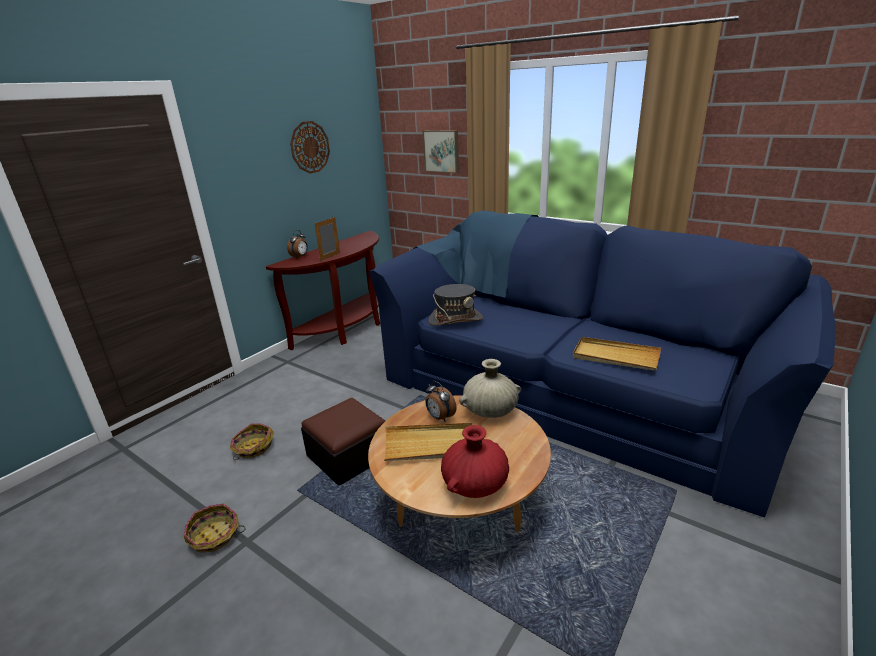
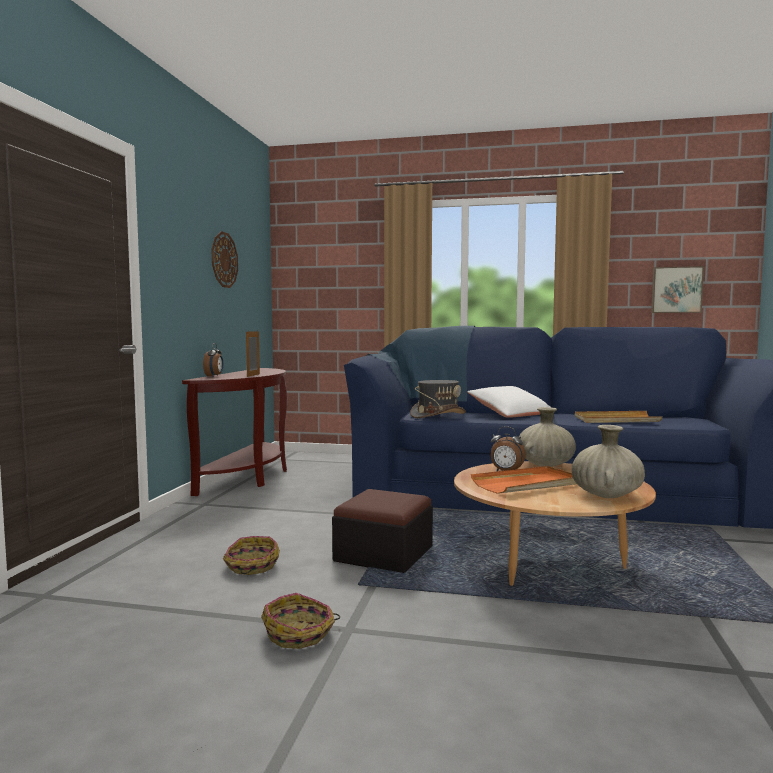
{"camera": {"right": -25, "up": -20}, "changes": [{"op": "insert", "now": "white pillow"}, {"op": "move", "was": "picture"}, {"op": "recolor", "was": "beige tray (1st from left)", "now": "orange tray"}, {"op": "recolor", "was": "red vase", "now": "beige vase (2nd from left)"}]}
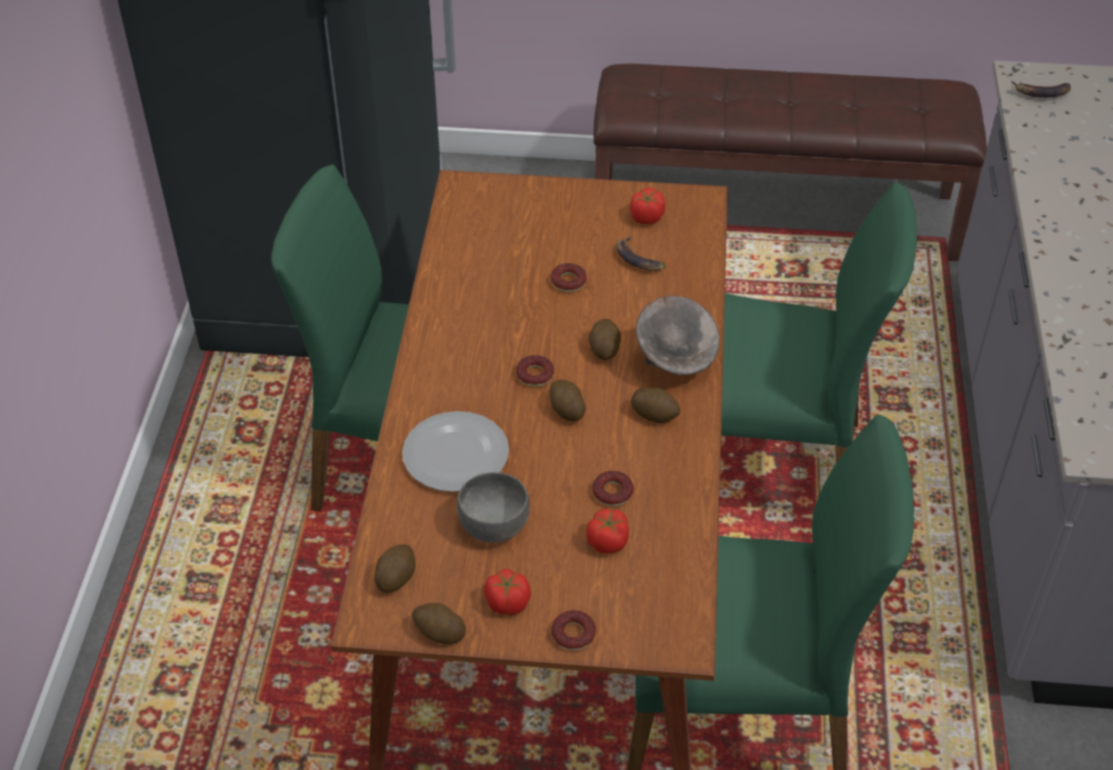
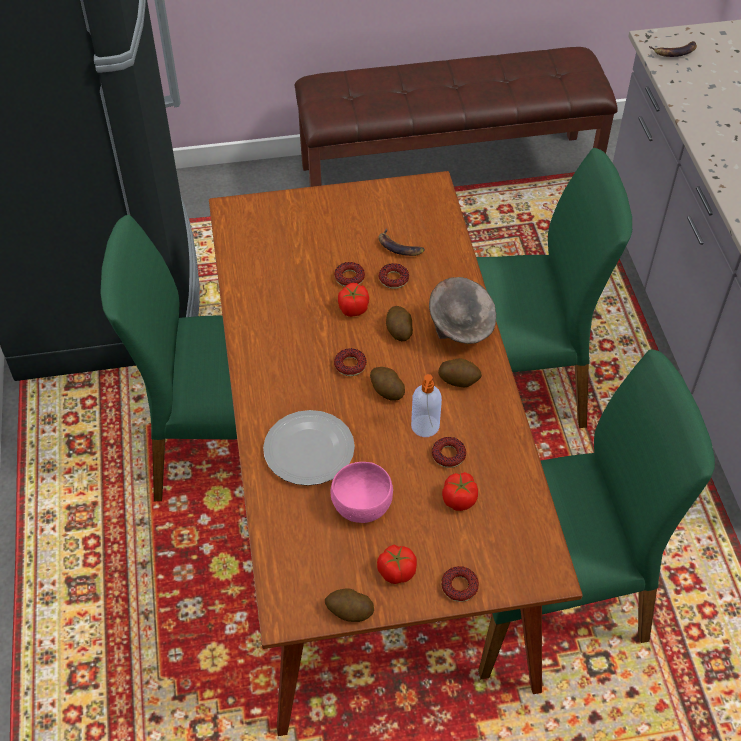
{"camera": {"right": -15, "up": 5}, "changes": [{"op": "delete", "was": "potato (1st from left)"}, {"op": "insert", "now": "donut (3rd from left)"}, {"op": "insert", "now": "soap dispenser"}, {"op": "move", "was": "tomato (3rd from left in the first image)", "now": "tomato (1st from left)"}, {"op": "recolor", "was": "grey bowl (1st from left)", "now": "pink bowl"}]}
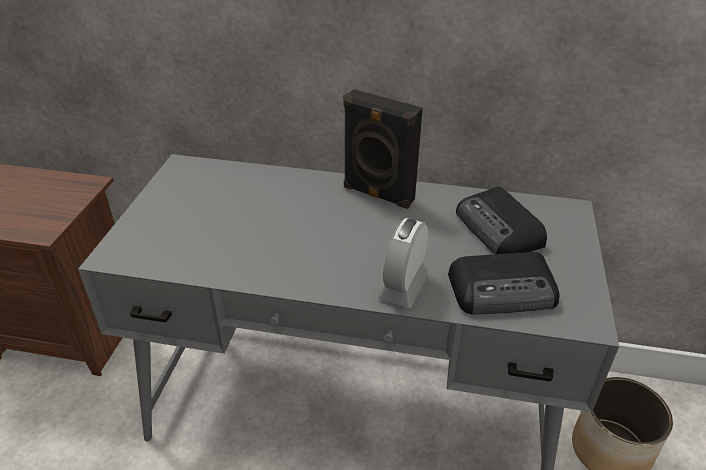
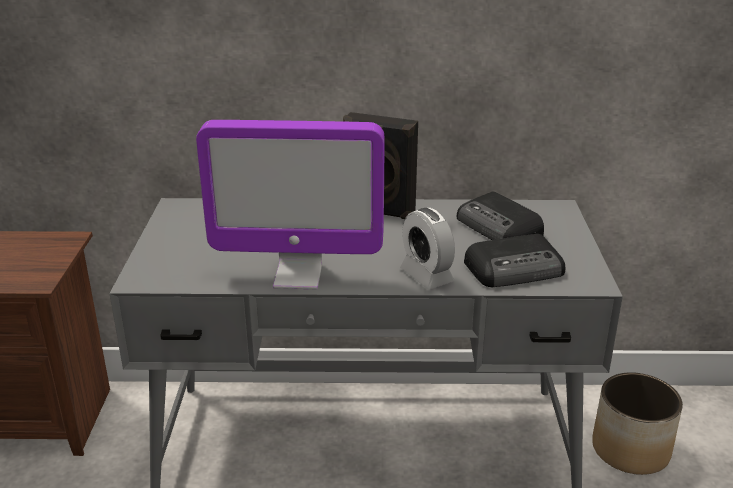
{"camera": {"right": -10, "up": -10}, "changes": [{"op": "insert", "now": "monitor"}, {"op": "rotate", "was": "alarm clock", "clockwise": -45}]}
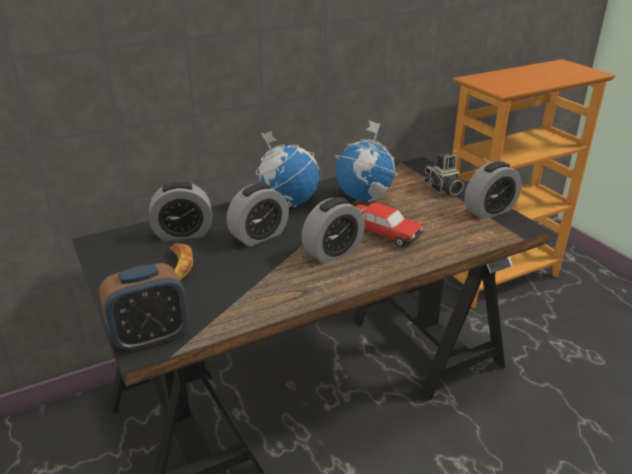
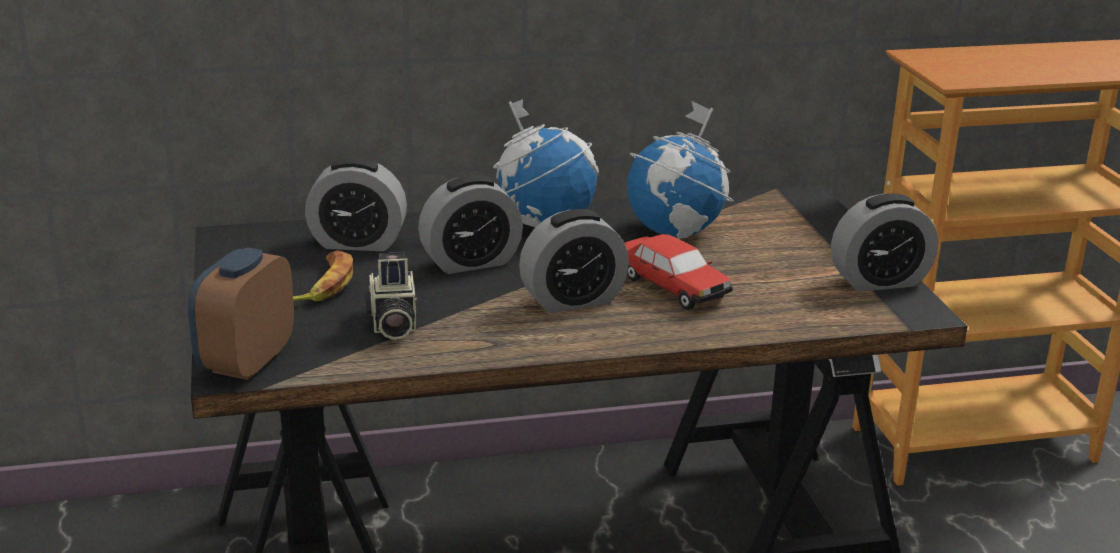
{"camera": {"right": 15, "up": -5}, "changes": [{"op": "move", "was": "photo camera"}, {"op": "rotate", "was": "alarm clock (1st from left)", "clockwise": 120}]}
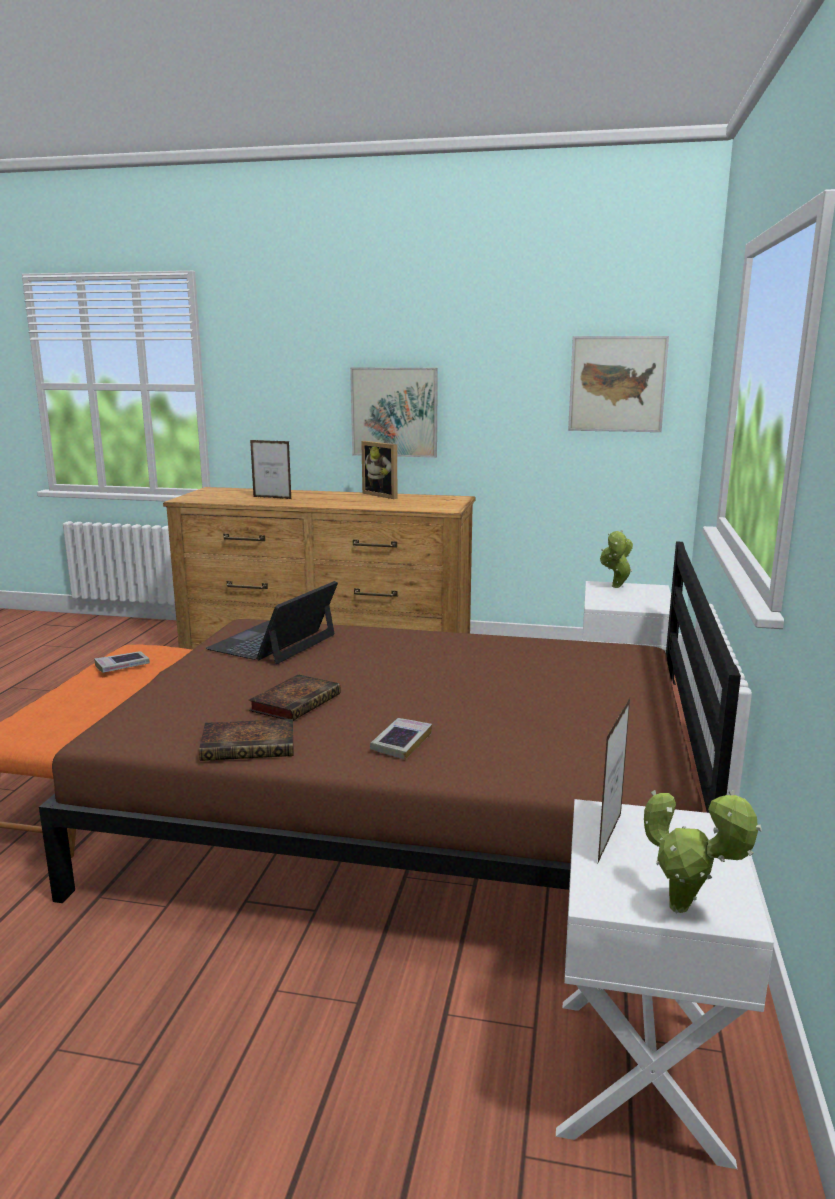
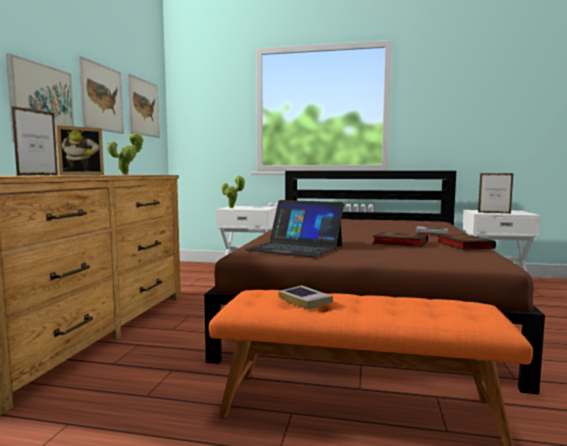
{"camera": {"right": -90, "up": -10}, "changes": [{"op": "insert", "now": "picture (2nd from left)"}, {"op": "move", "was": "potted plant (2nd from left in the first image)", "now": "potted plant (1st from left)"}]}
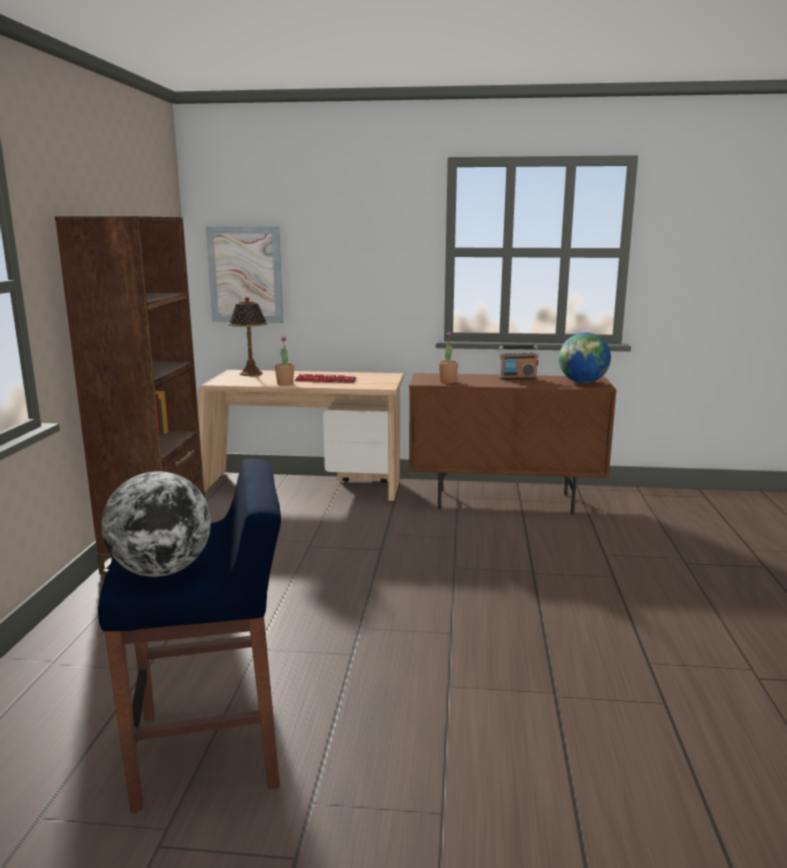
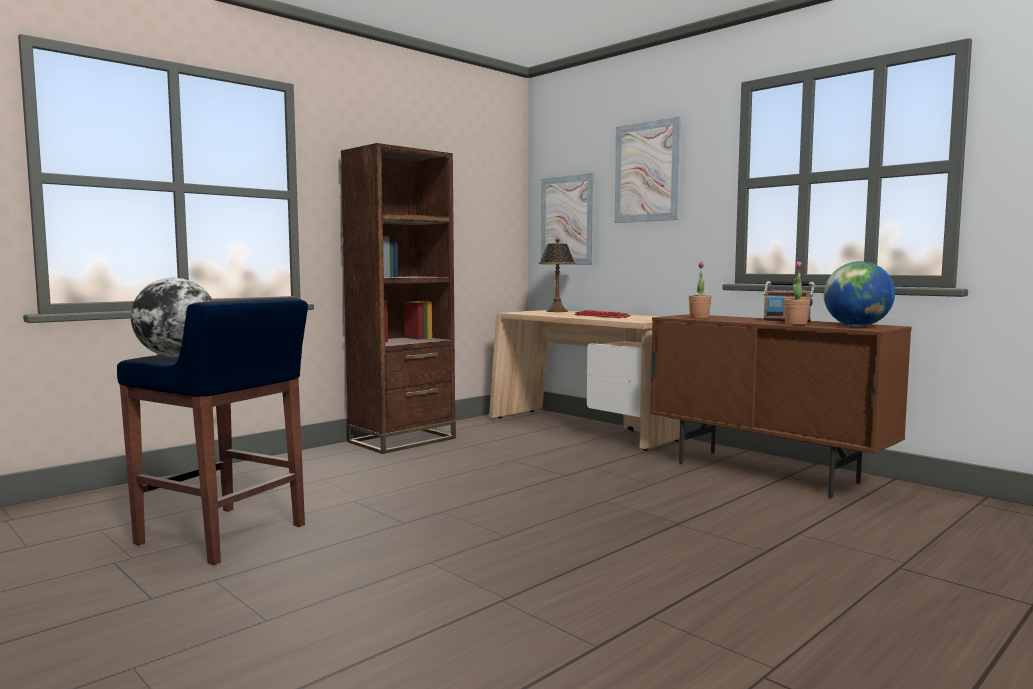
{"camera": {"right": 40, "up": -10}, "changes": [{"op": "insert", "now": "picture (2nd from left)"}, {"op": "move", "was": "potted plant (1st from left in the first image)", "now": "potted plant (2nd from left)"}]}
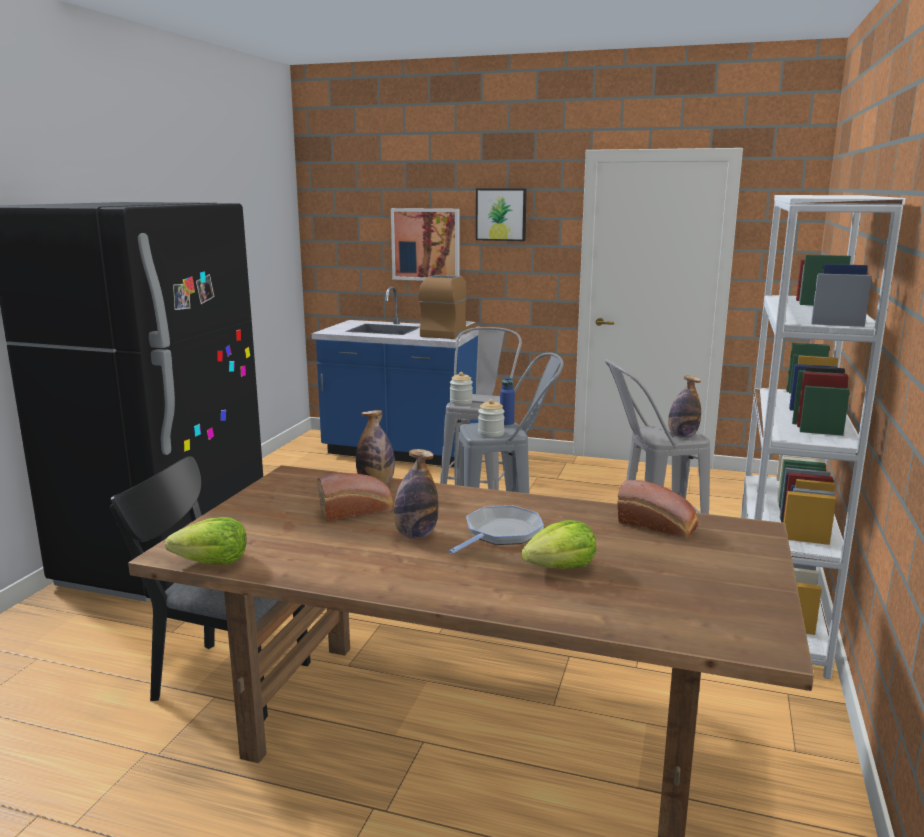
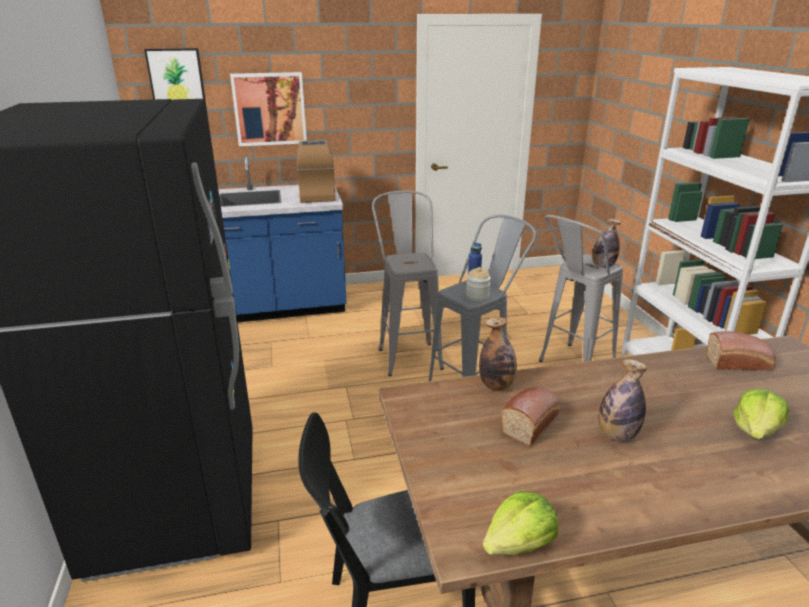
{"camera": {"right": -30, "up": 10}, "changes": [{"op": "delete", "was": "frying pan"}, {"op": "delete", "was": "jar (1st from left)"}, {"op": "move", "was": "picture (2nd from left in the first image)", "now": "picture (1st from left)"}]}
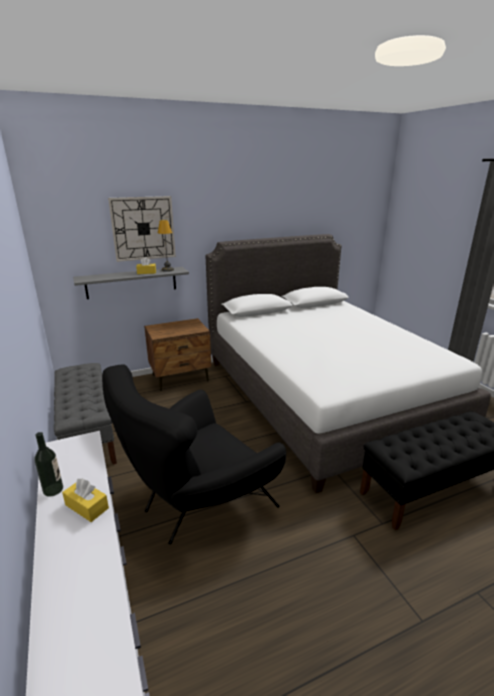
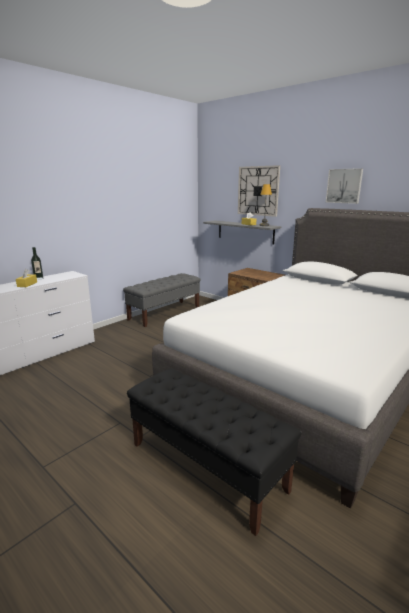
{"camera": {"right": 65, "up": -5}, "changes": [{"op": "delete", "was": "black armchair"}, {"op": "insert", "now": "picture"}]}
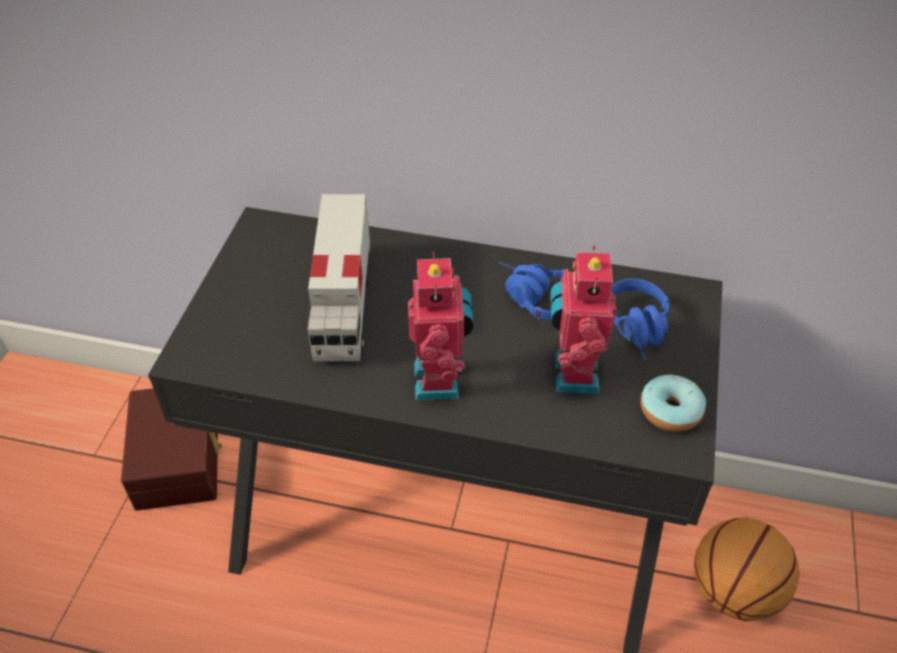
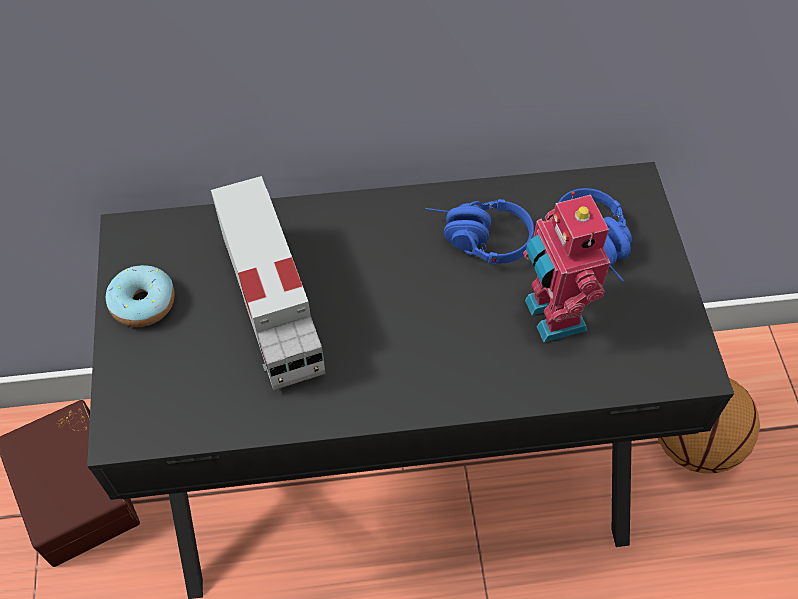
{"camera": {"right": -20, "up": 10}, "changes": [{"op": "delete", "was": "toy robot (1st from left)"}, {"op": "move", "was": "donut"}]}
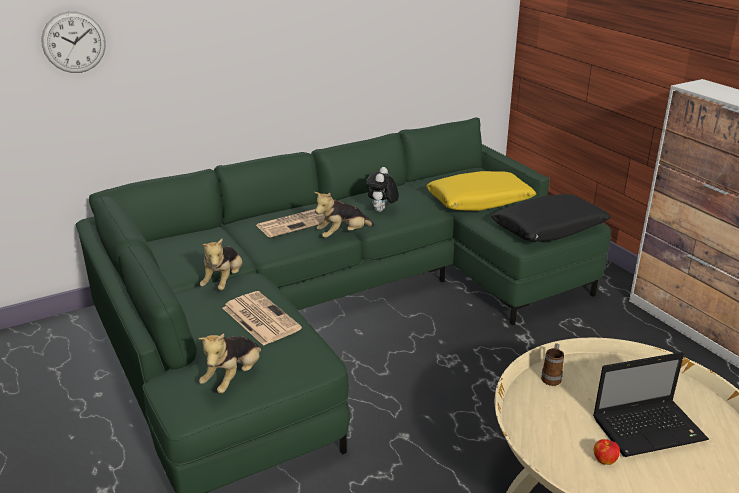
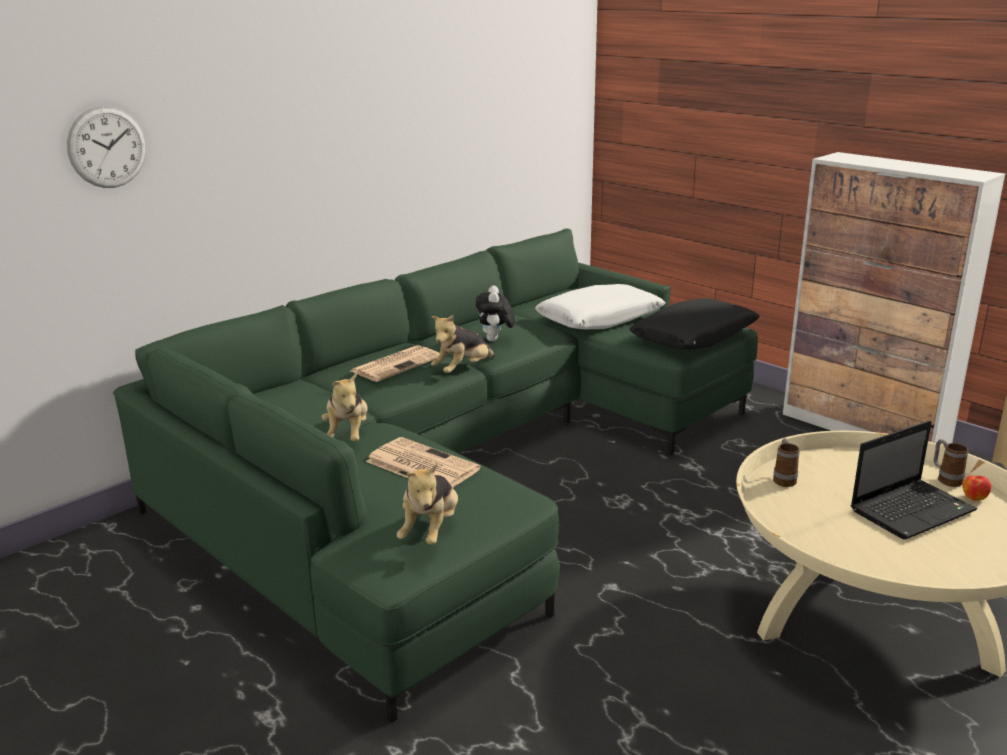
{"camera": {"right": -15, "up": -5}, "changes": [{"op": "insert", "now": "mug (2nd from left)"}, {"op": "move", "was": "apple"}, {"op": "recolor", "was": "yellow pillow", "now": "white pillow"}]}
